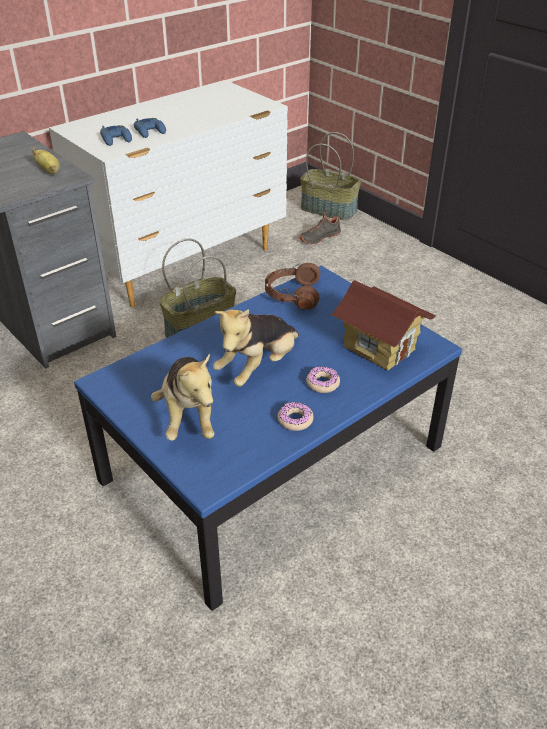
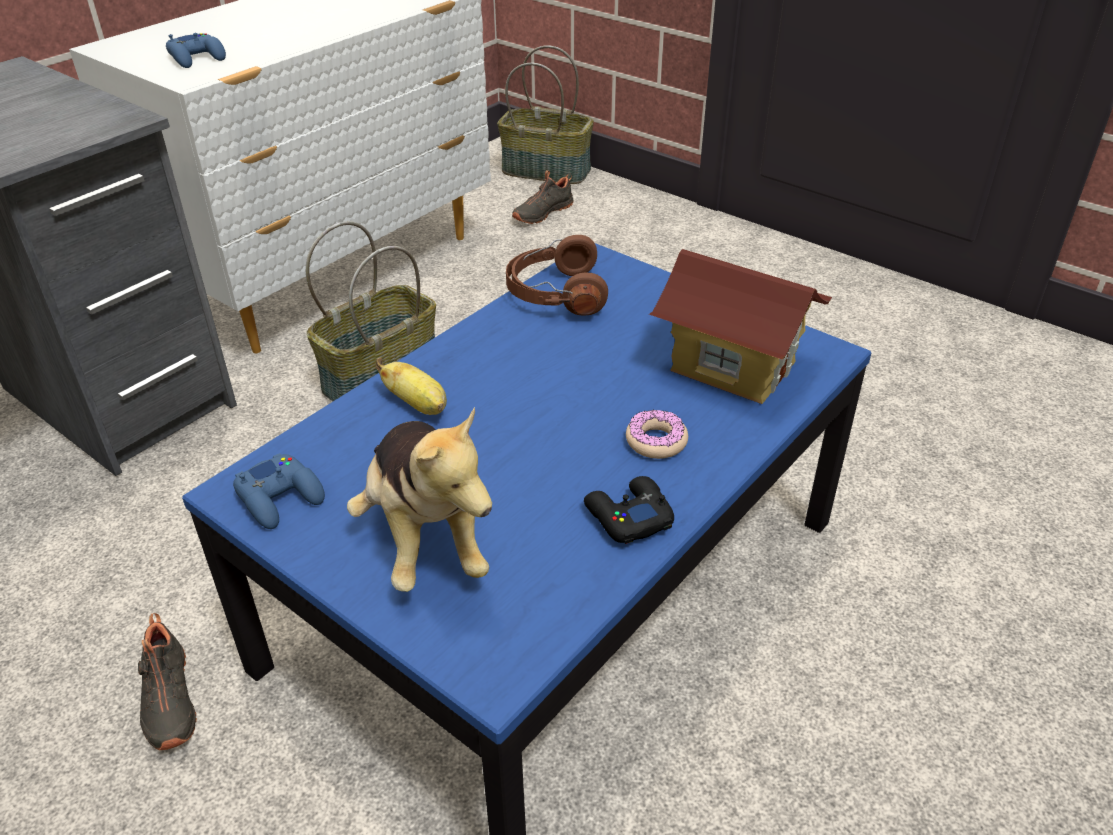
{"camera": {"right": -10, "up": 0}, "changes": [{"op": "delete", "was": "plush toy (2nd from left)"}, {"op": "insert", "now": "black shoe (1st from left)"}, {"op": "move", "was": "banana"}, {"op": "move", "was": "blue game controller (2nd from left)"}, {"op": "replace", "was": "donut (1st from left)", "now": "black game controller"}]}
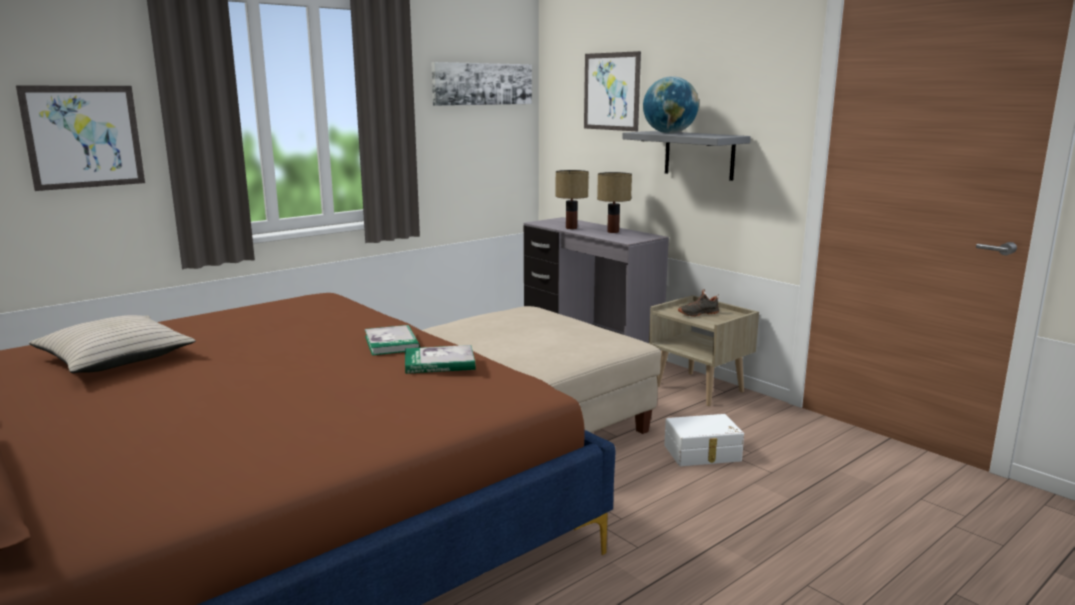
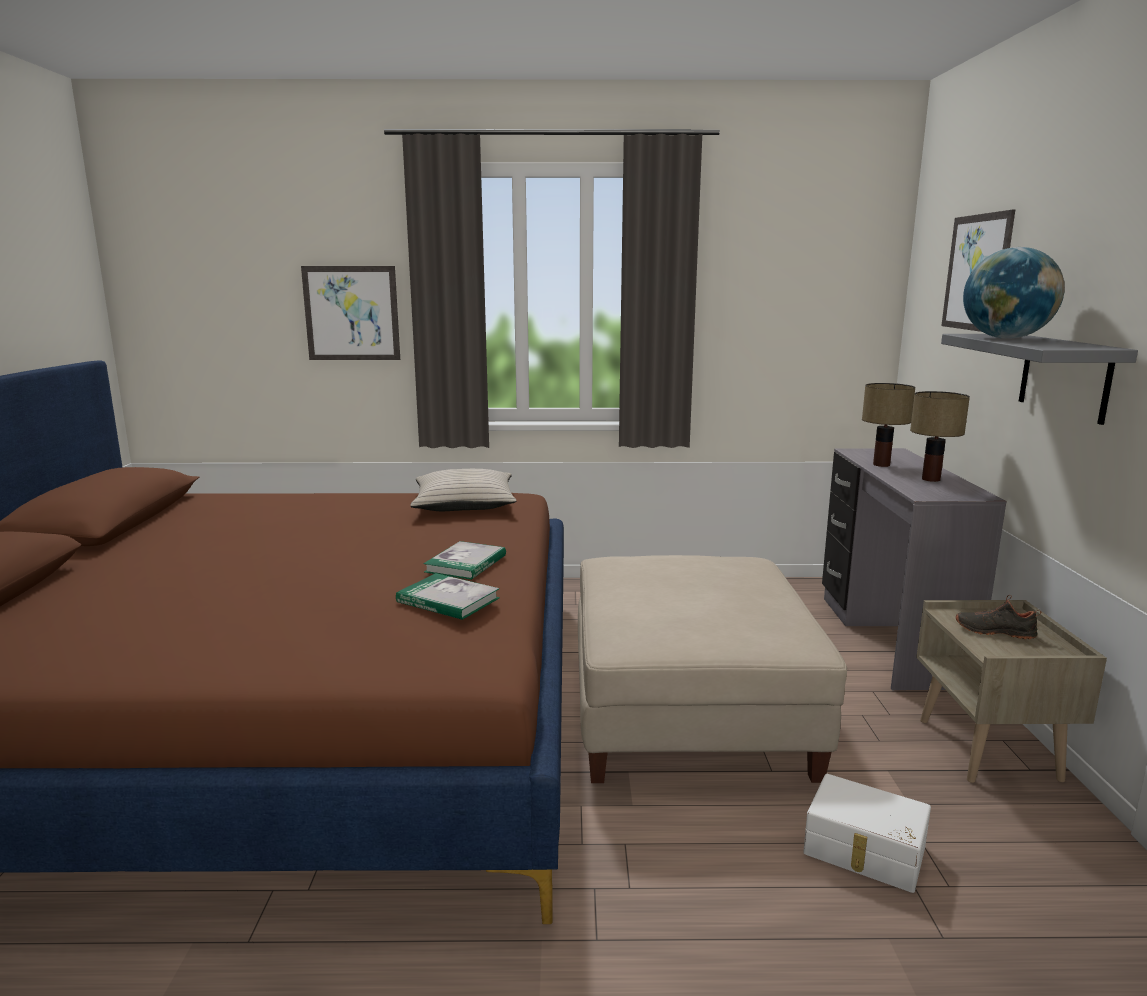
{"camera": {"right": 40, "up": 0}, "changes": [{"op": "delete", "was": "picture (2nd from left)"}, {"op": "move", "was": "beige pillow"}]}
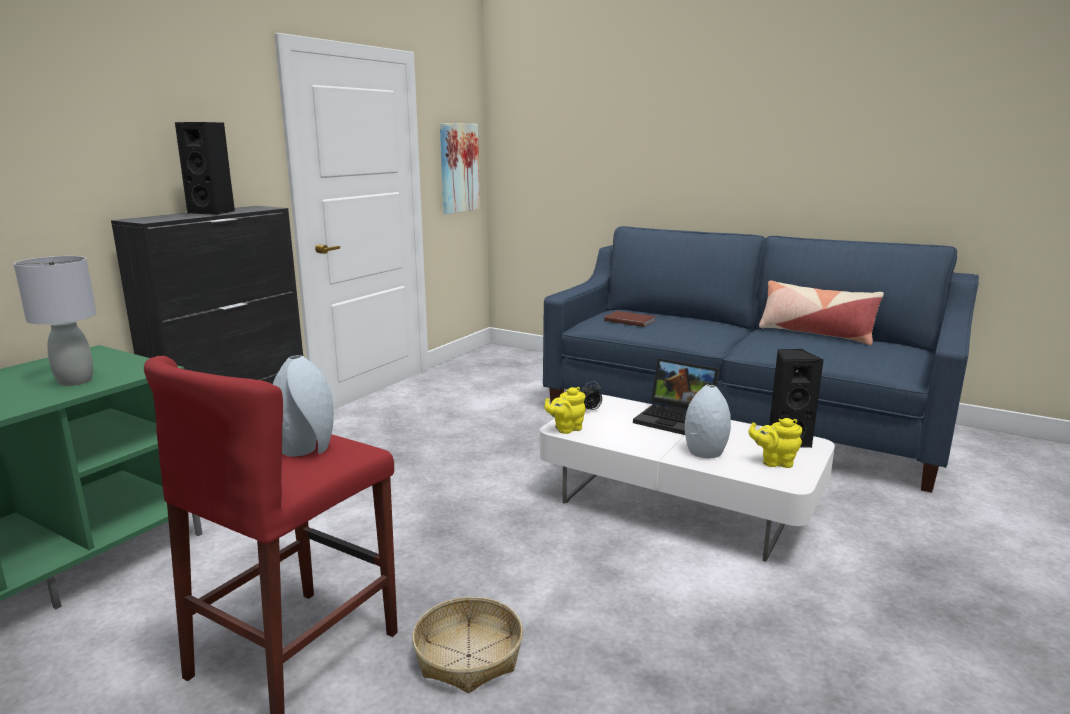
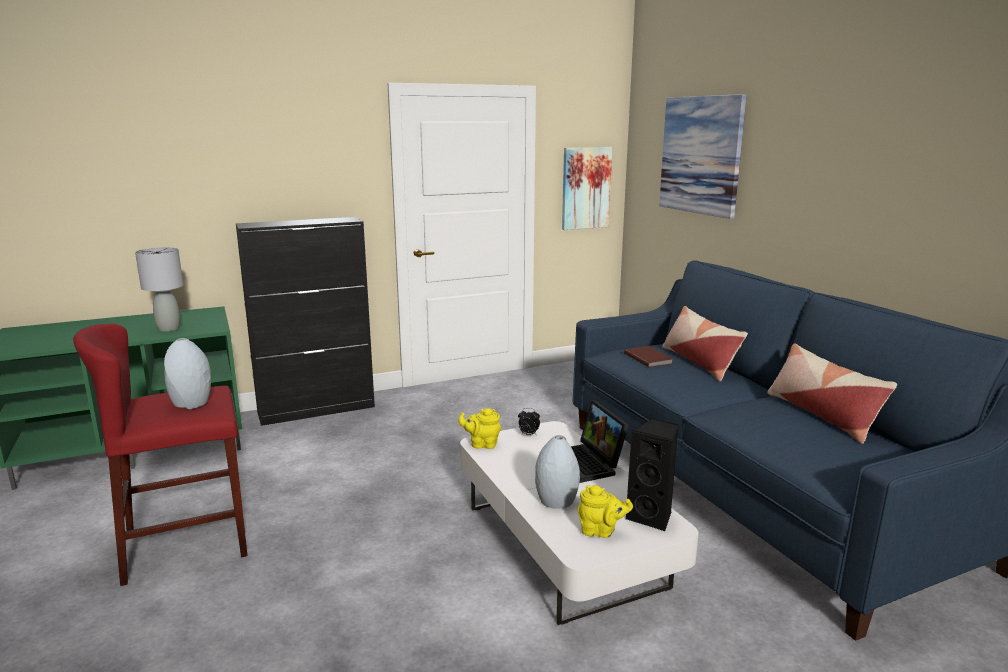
{"camera": {"right": 35, "up": 0}, "changes": [{"op": "delete", "was": "black speaker (1st from left)"}, {"op": "delete", "was": "basket"}, {"op": "insert", "now": "picture (2nd from left)"}, {"op": "insert", "now": "pillow (1st from left)"}, {"op": "rotate", "was": "yellow teapot (2nd from left)", "clockwise": 150}]}
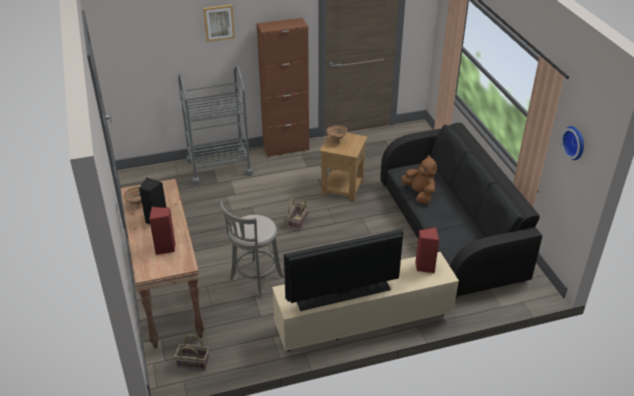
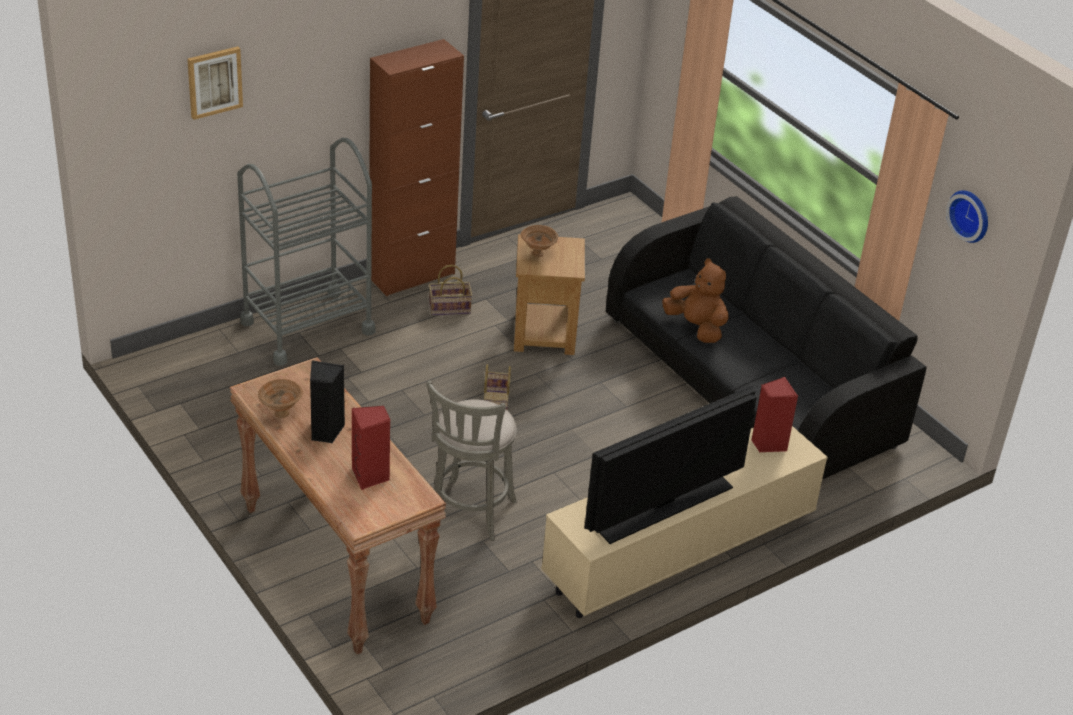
{"camera": {"right": -20, "up": 0}, "changes": [{"op": "move", "was": "basket (1st from left)"}, {"op": "move", "was": "picture"}]}
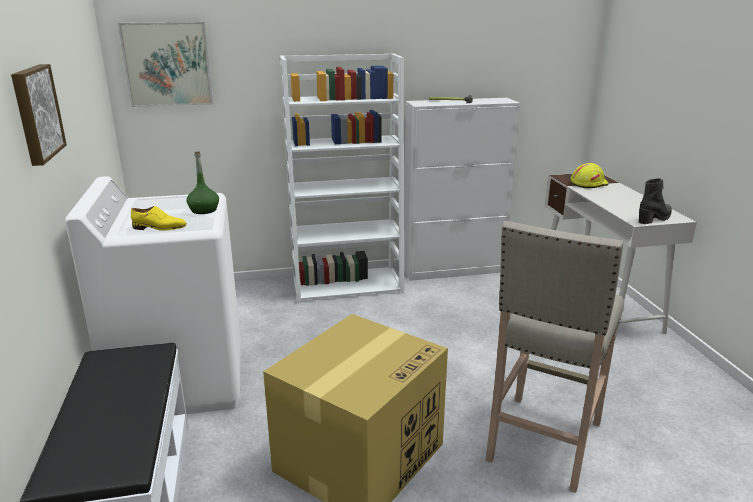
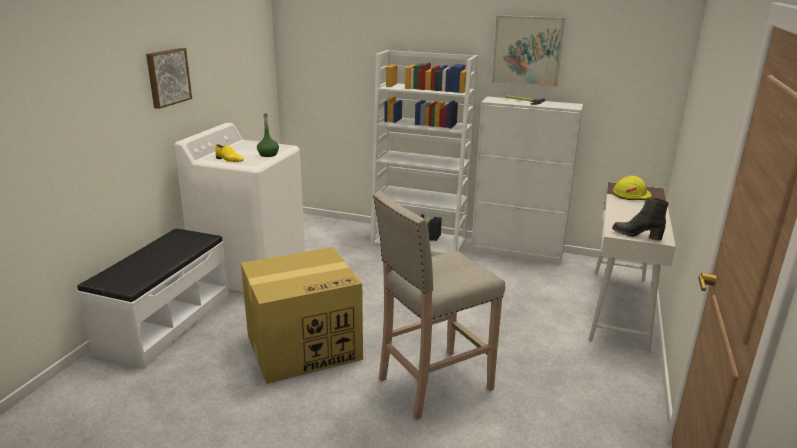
{"camera": {"right": 30, "up": 0}, "changes": [{"op": "move", "was": "picture (2nd from left)"}, {"op": "rotate", "was": "black boot", "clockwise": -150}]}
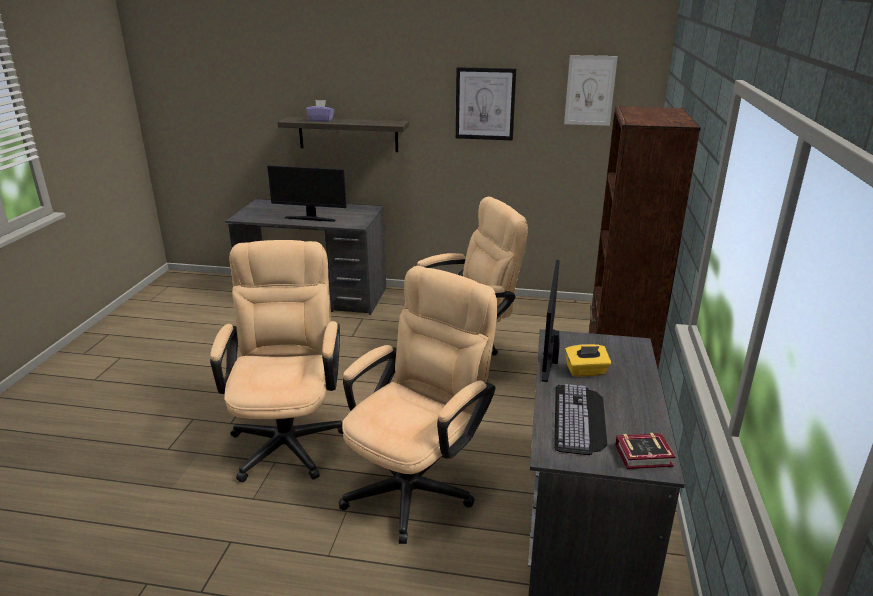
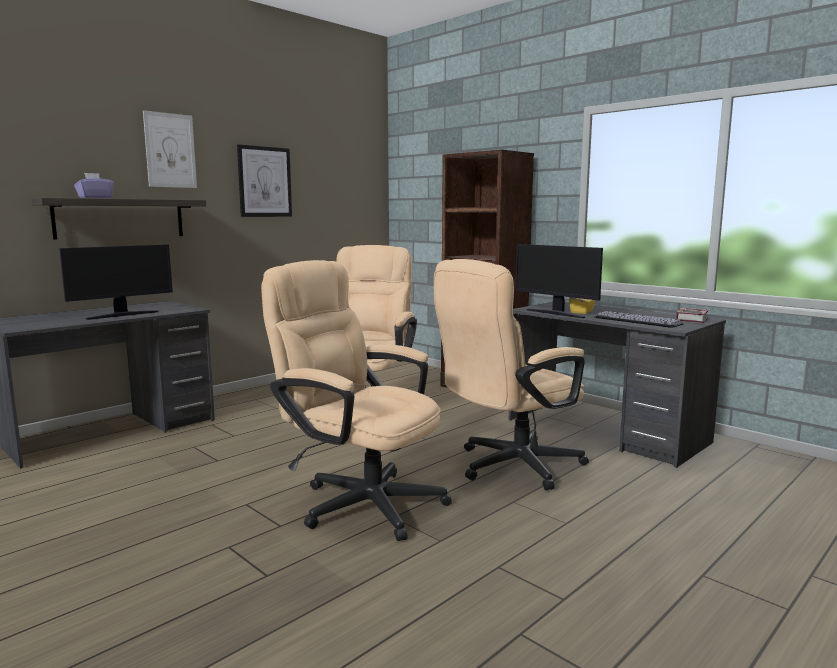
{"camera": {"right": -55, "up": -15}, "changes": [{"op": "move", "was": "picture (2nd from left in the first image)", "now": "picture (1st from left)"}, {"op": "rotate", "was": "beige office chair (2nd from left in the first image)", "clockwise": -105}]}
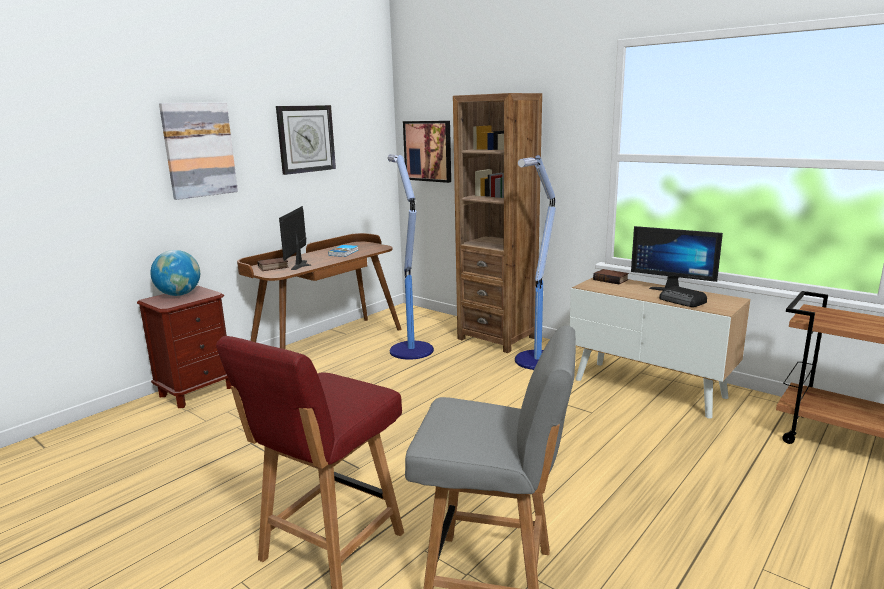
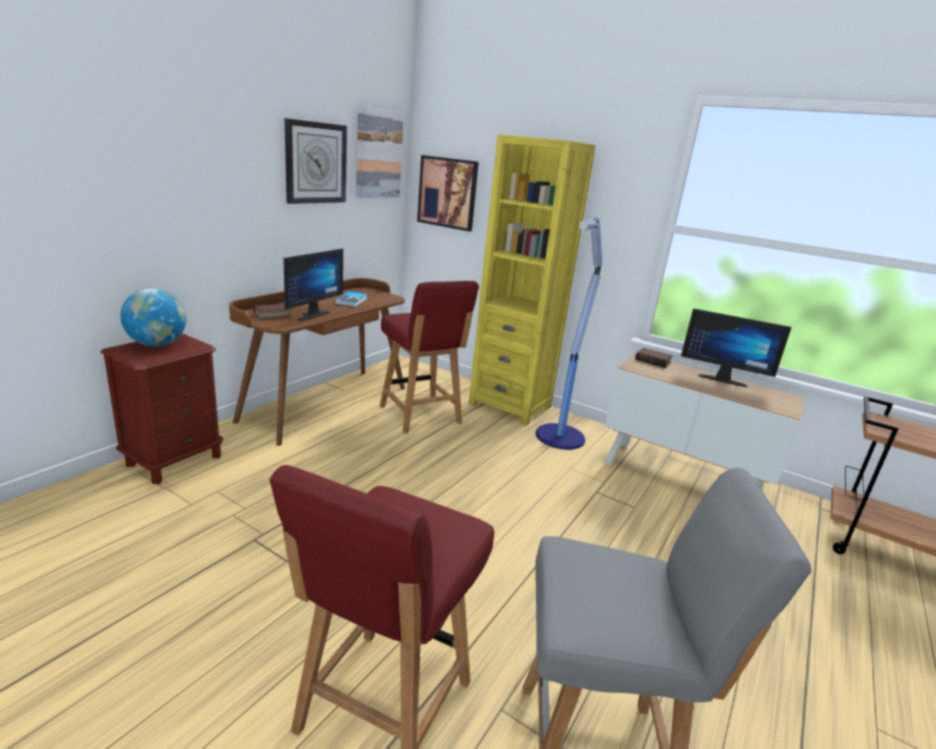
{"camera": {"right": -10, "up": 5}, "changes": [{"op": "delete", "was": "radio"}, {"op": "move", "was": "picture (1st from left)"}, {"op": "replace", "was": "floor lamp (1st from left)", "now": "red chair (2nd from left)"}, {"op": "recolor", "was": "brown bookcase", "now": "yellow bookcase"}, {"op": "rotate", "was": "monitor (1st from left)", "clockwise": -150}]}
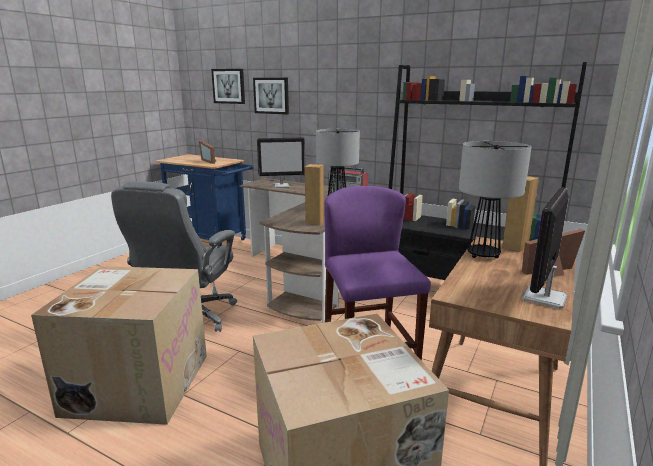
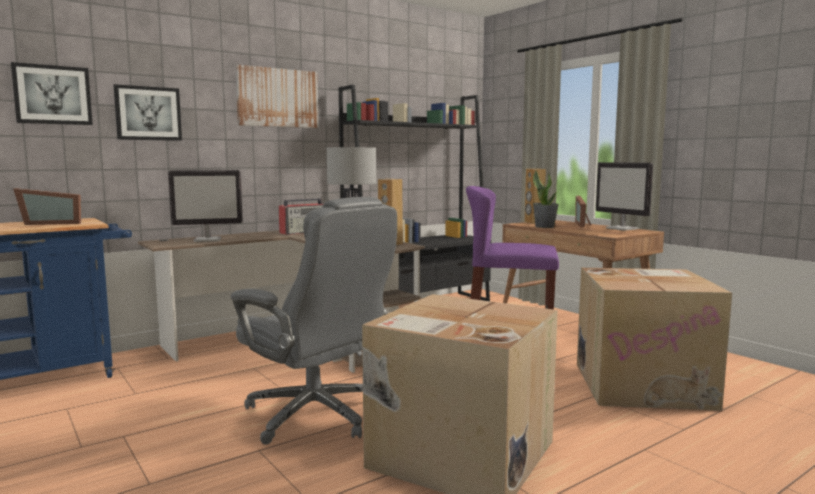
{"camera": {"right": -65, "up": -10}, "changes": [{"op": "insert", "now": "picture (3rd from left)"}, {"op": "replace", "was": "table lamp (2nd from left)", "now": "potted plant"}, {"op": "rotate", "was": "monitor (1st from left)", "clockwise": 60}]}
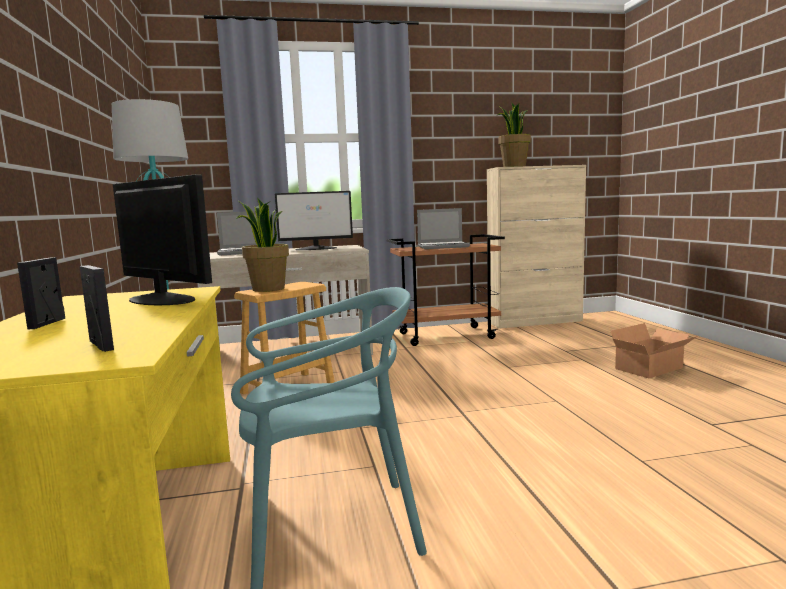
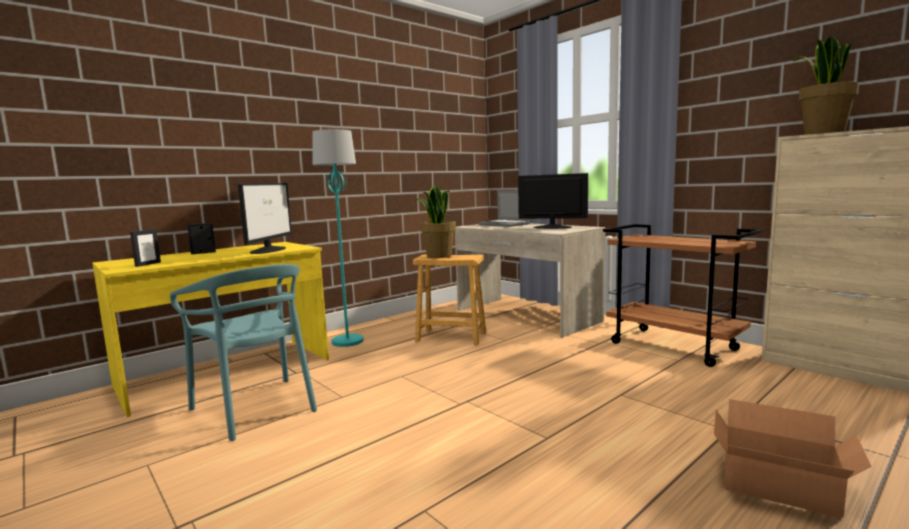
{"camera": {"right": 60, "up": 0}, "changes": [{"op": "delete", "was": "laptop (2nd from left)"}, {"op": "rotate", "was": "monitor (2nd from left)", "clockwise": 150}]}
